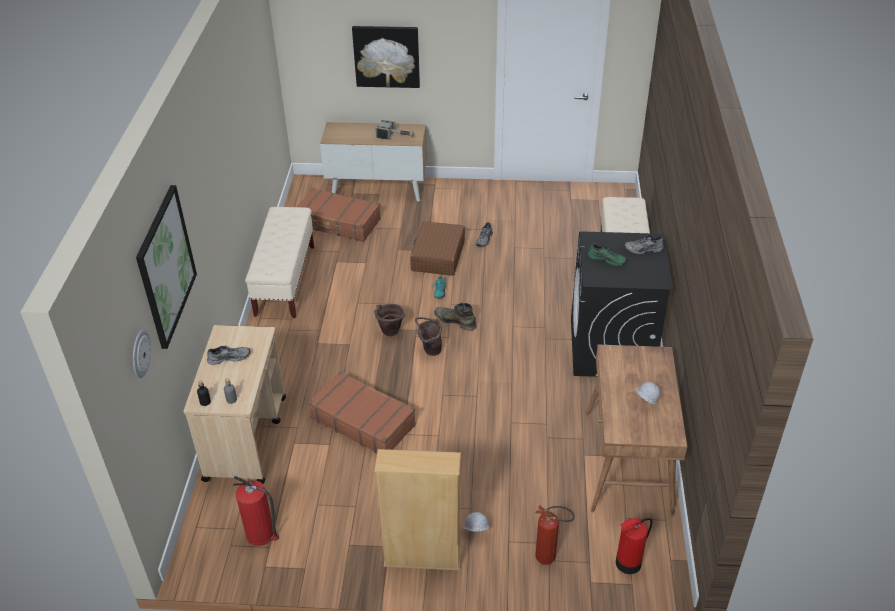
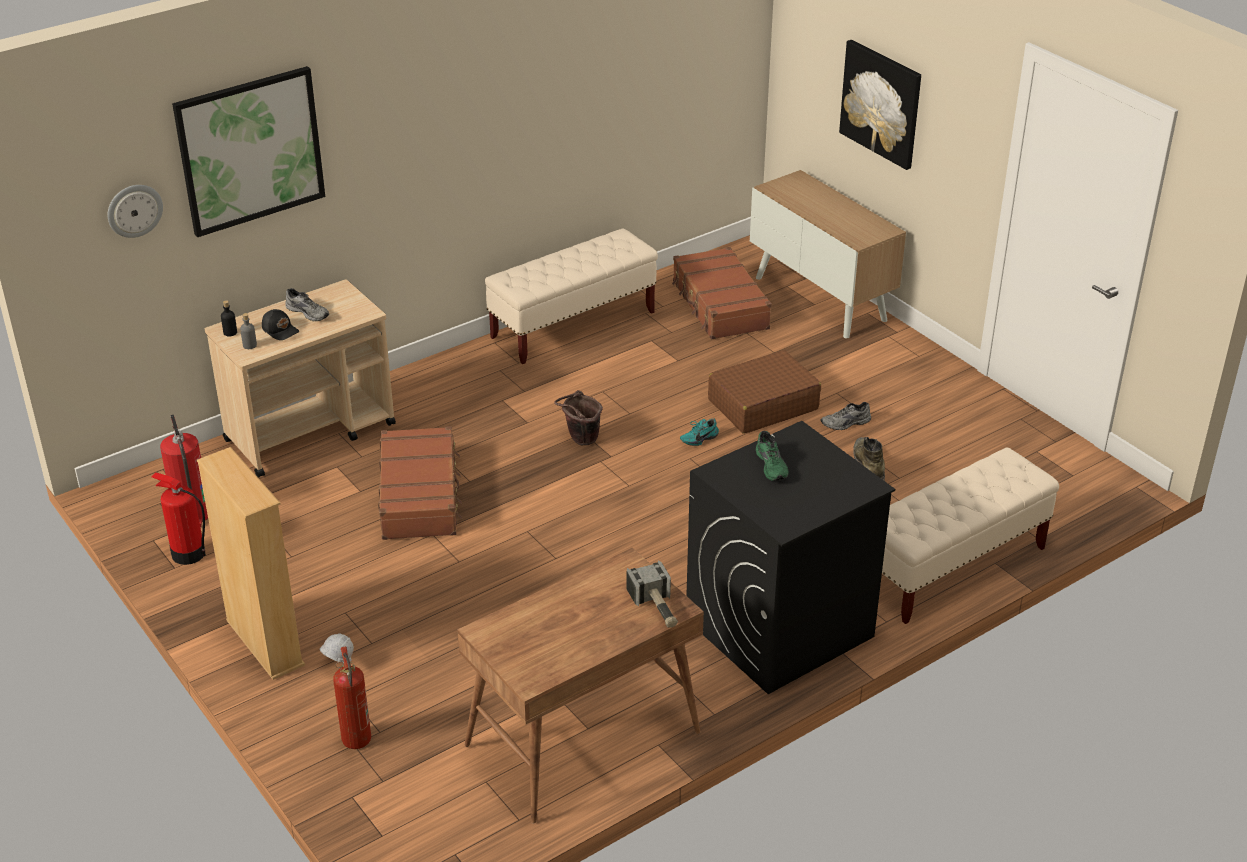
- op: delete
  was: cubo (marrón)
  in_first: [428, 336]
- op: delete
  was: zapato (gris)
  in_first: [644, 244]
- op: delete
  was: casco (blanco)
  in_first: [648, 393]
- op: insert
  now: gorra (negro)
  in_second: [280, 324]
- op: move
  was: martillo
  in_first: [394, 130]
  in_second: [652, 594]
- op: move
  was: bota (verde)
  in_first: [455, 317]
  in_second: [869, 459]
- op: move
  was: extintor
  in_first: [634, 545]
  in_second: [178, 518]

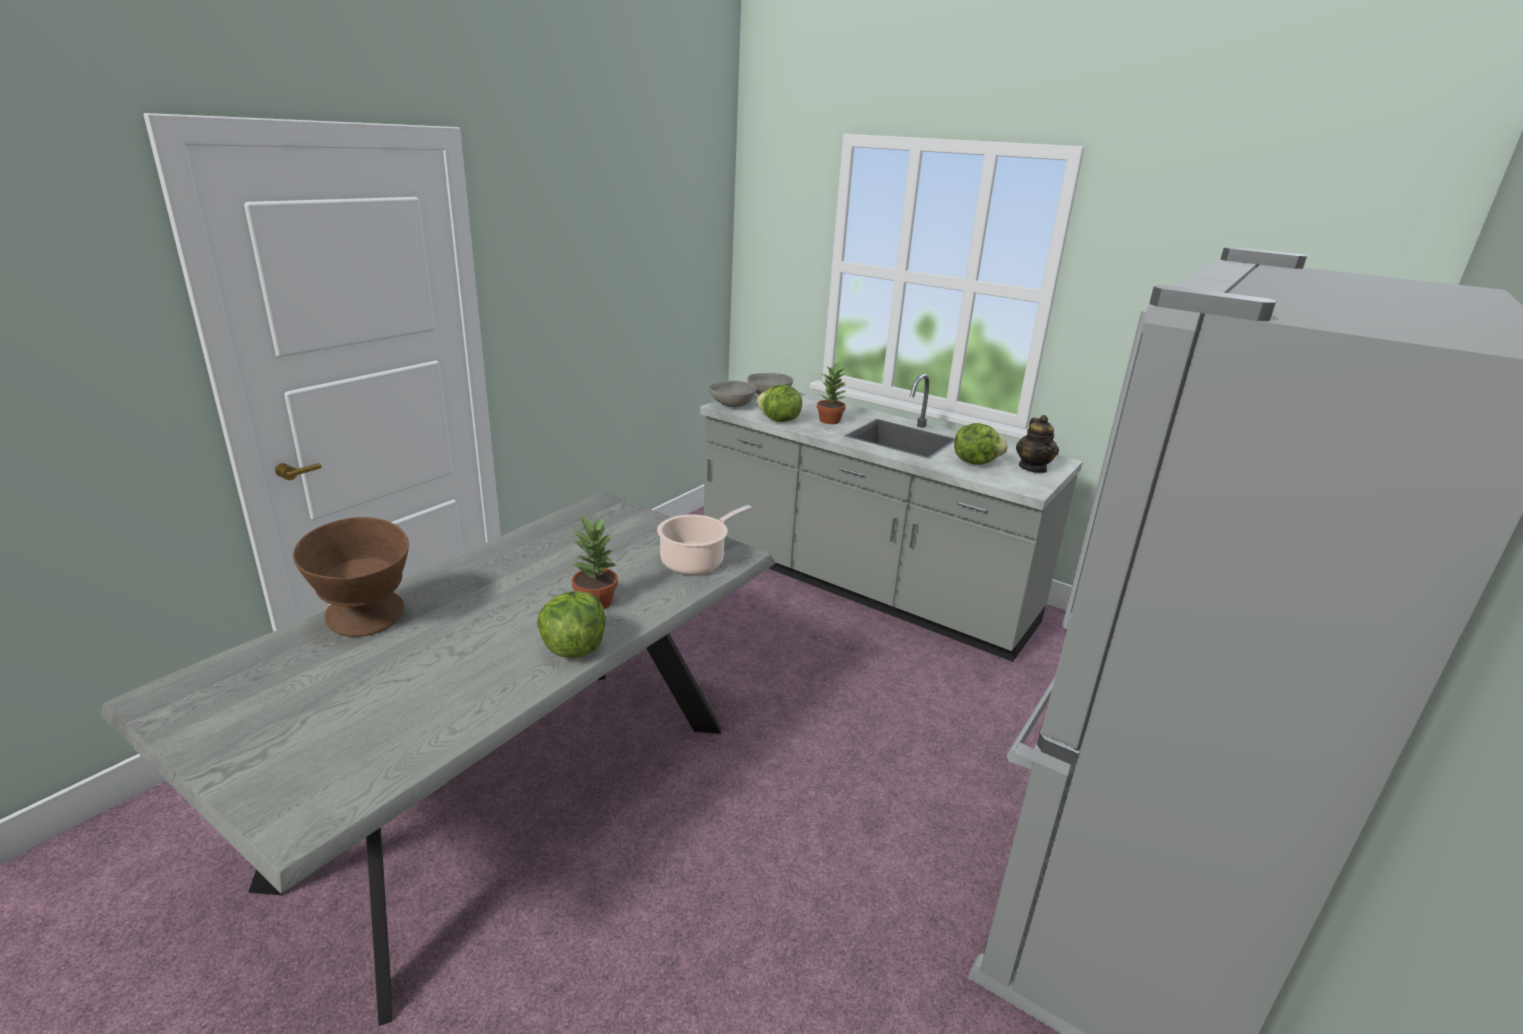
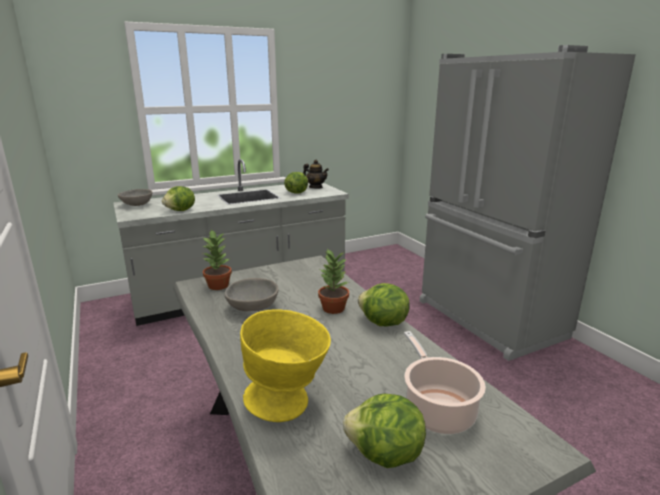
- op: insert
  now: lechuga
  in_second: [384, 431]
- op: move
  was: olla
  in_first: [704, 539]
  in_second: [445, 382]
- op: move
  was: cuenco (gris)
  in_first: [733, 394]
  in_second: [252, 294]
- op: move
  was: planta en maceta
  in_first: [831, 392]
  in_second: [217, 259]
- op: recolor
  was: cuenco (marrón)
  now: cuenco (amarillo)
  in_first: [351, 577]
  in_second: [285, 365]

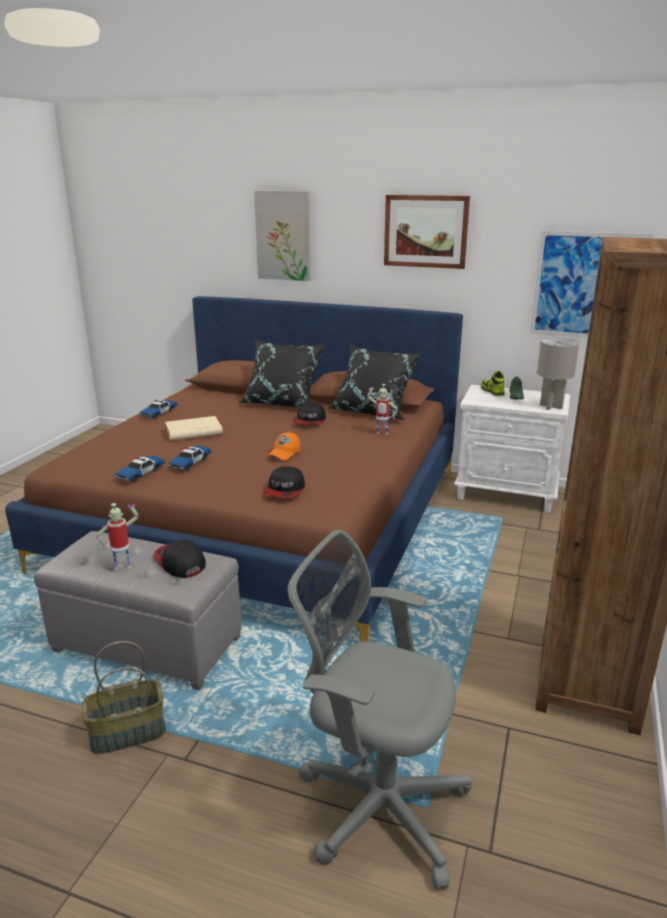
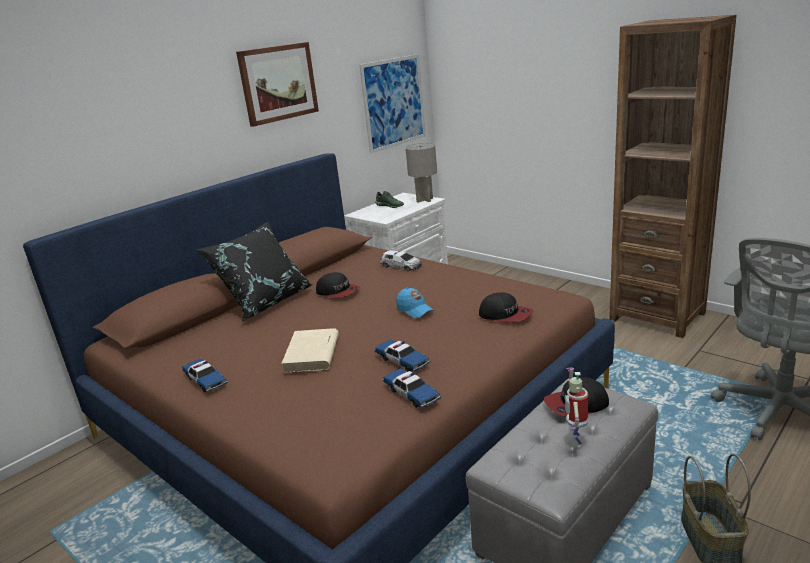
- op: delete
  was: cuadro
  in_first: [282, 236]
- op: delete
  was: cojín (negro)
  in_first: [375, 382]
- op: delete
  was: zapato
  in_first: [493, 383]
- op: replace
  was: robot de juguete
  now: coche de juguete
  in_first: [382, 409]
  in_second: [401, 260]
- op: recolor
  was: gorra (naranja)
  now: gorra (azul)
  in_first: [283, 446]
  in_second: [415, 303]

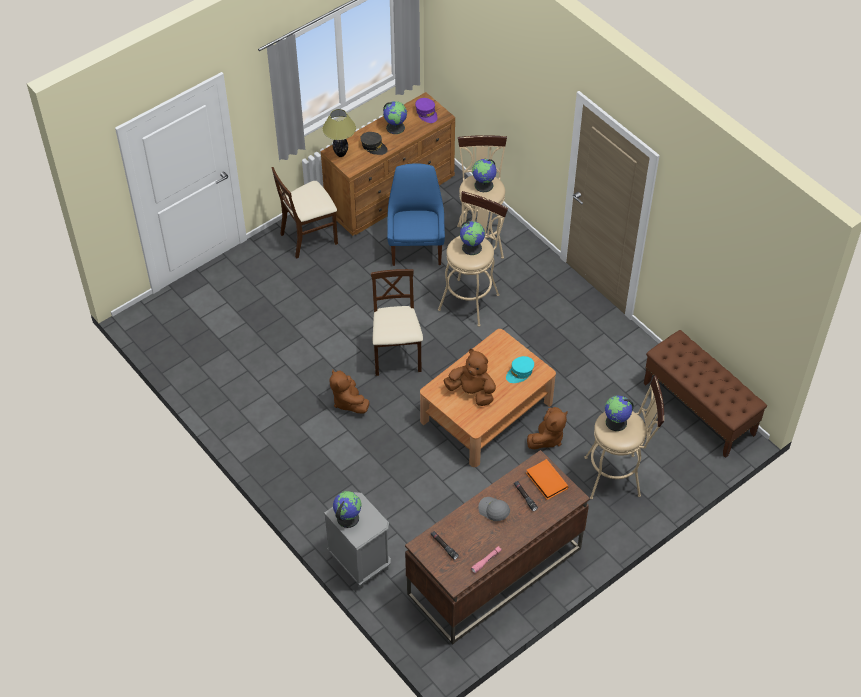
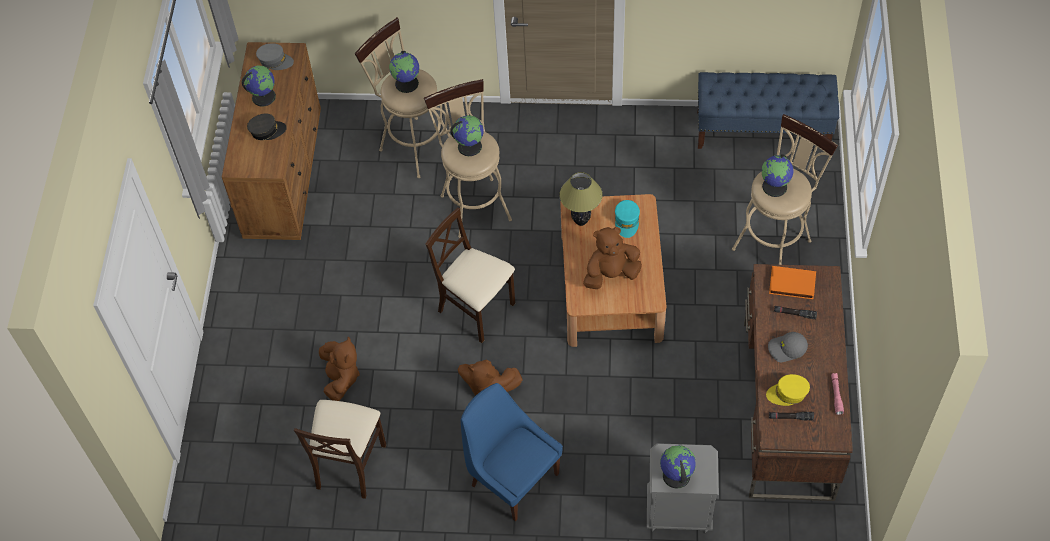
- op: insert
  now: gorra (amarillo)
  in_second: [788, 390]
- op: move
  was: silla (beis)
  in_first: [304, 213]
  in_second: [340, 449]
- op: move
  was: lámpara de mesa
  in_first: [339, 133]
  in_second: [581, 199]
- op: move
  was: silla (azul)
  in_first: [416, 214]
  in_second: [512, 452]
- op: move
  was: peluche (marrón)
  in_first: [547, 428]
  in_second: [339, 368]
- op: recolor
  was: gorra (morado)
  now: gorra (gris)
  in_first: [426, 110]
  in_second: [275, 56]
- op: recolor
  was: banco (marrón)
  now: banco (azul)
  in_first: [705, 394]
  in_second: [768, 110]

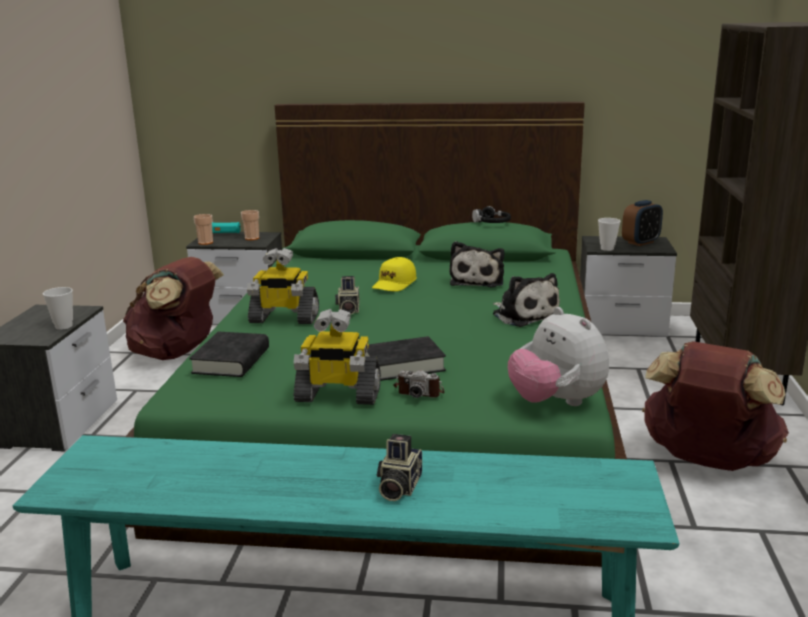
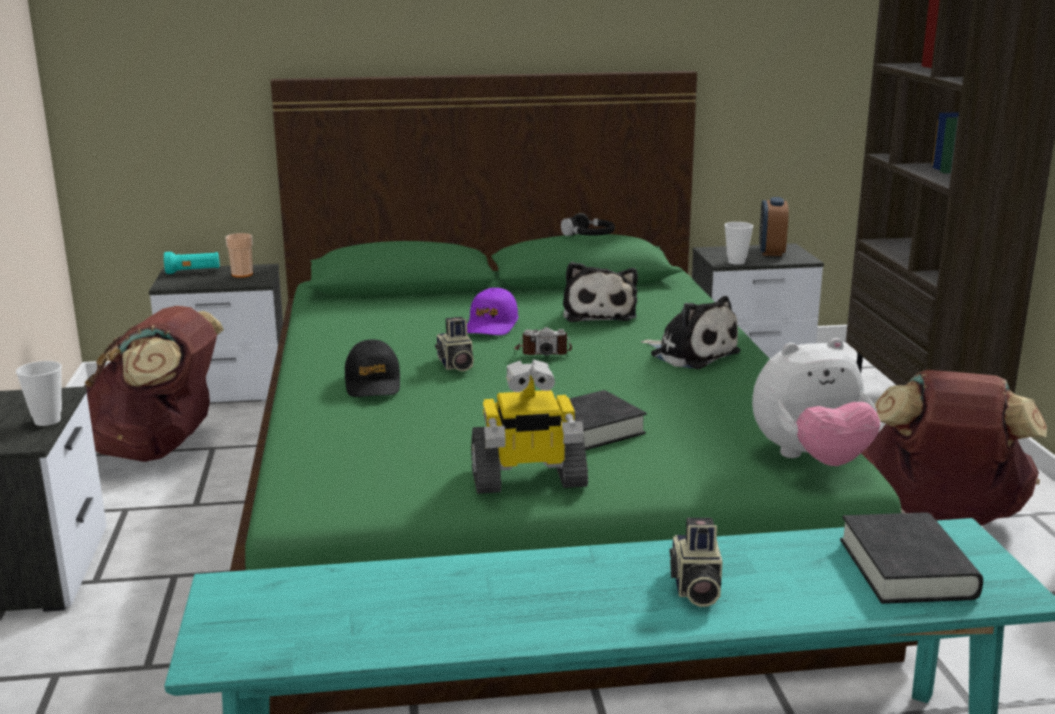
- op: delete
  was: taza
  in_first: [203, 229]
- op: move
  was: libro (negro)
  in_first: [229, 354]
  in_second: [911, 558]
- op: move
  was: cámara
  in_first: [418, 384]
  in_second: [543, 341]
- op: replace
  was: robot de juguete
  now: gorra (negro)
  in_first: [283, 286]
  in_second: [372, 368]
- op: recolor
  was: gorra (amarillo)
  now: gorra (morado)
  in_first: [394, 274]
  in_second: [492, 311]
- op: rotate
  was: peluche
  in_first: [558, 356]
  in_second: [816, 402]
  clockwise: -60
- op: rotate
  was: despertador
  in_first: [642, 223]
  in_second: [774, 226]
  clockwise: 150

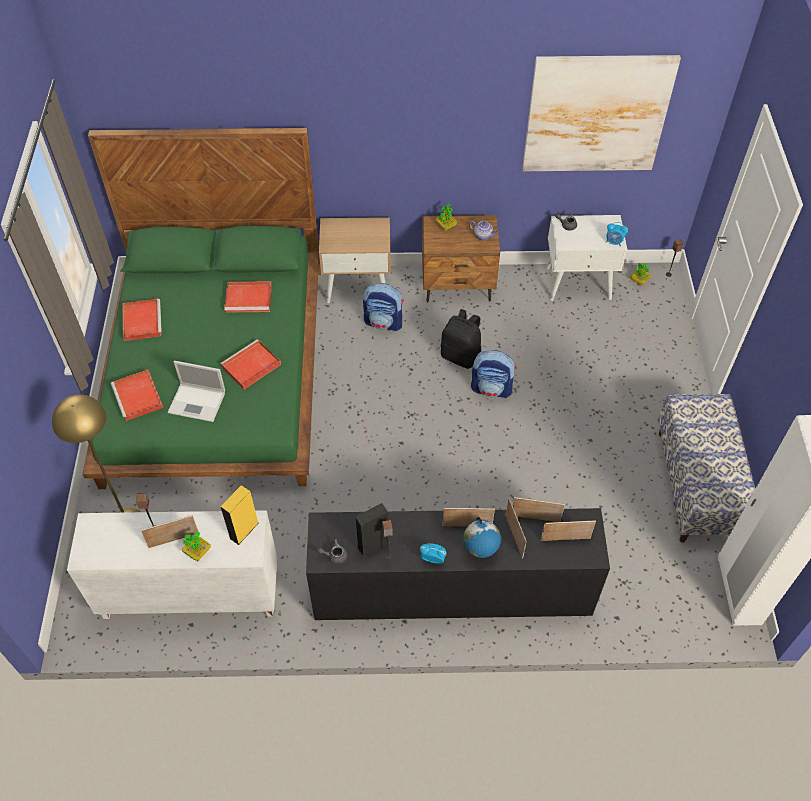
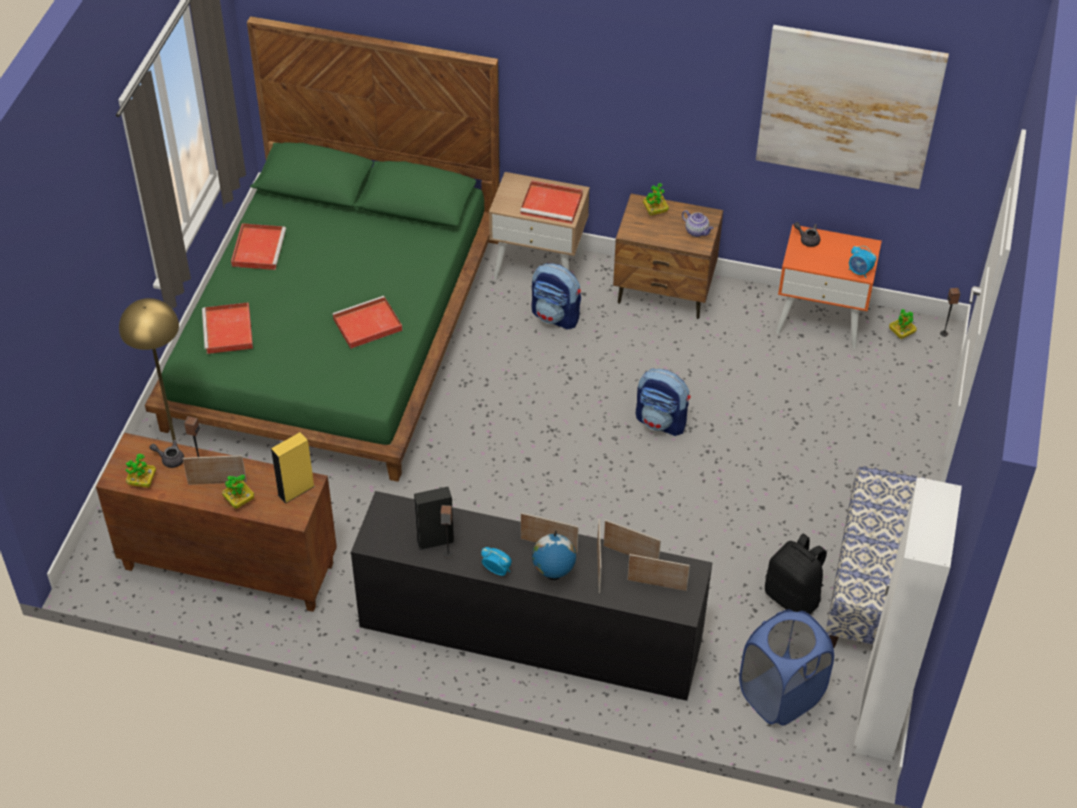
- op: delete
  was: portátil
  in_first: [196, 391]
- op: insert
  now: planta en maceta
  in_second: [141, 471]
- op: insert
  now: cesto de la ropa (azul)
  in_second: [786, 667]
- op: move
  was: bandeja (rojo)
  in_first: [248, 297]
  in_second: [551, 202]
- op: move
  was: tetera (gris)
  in_first: [332, 552]
  in_second: [167, 454]
- op: move
  was: mochila (negro)
  in_first: [461, 339]
  in_second: [796, 574]
- op: recolor
  was: armario (blanco)
  now: armario (marrón)
  in_first: [172, 564]
  in_second: [216, 522]
- op: recolor
  was: mesita de noche (blanco)
  now: mesita de noche (naranja)
  in_first: [586, 258]
  in_second: [829, 287]

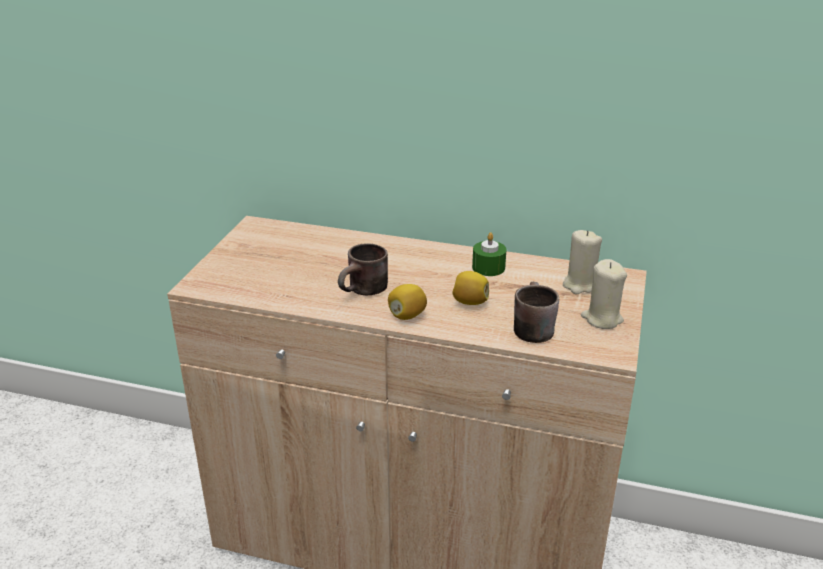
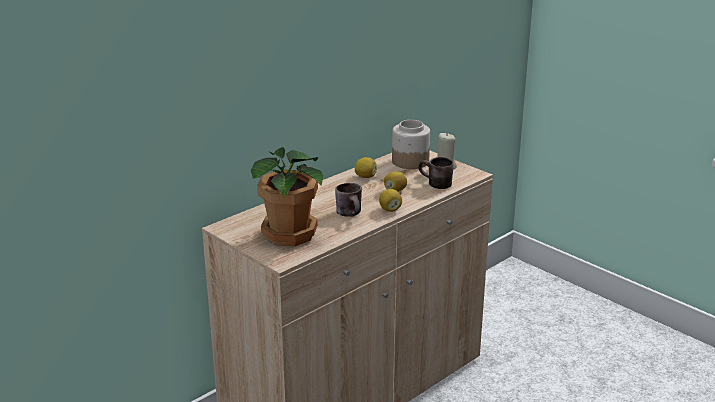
- op: insert
  now: planta en maceta
  in_second: [287, 196]
- op: replace
  was: vela (verde)
  now: limón
  in_first: [489, 254]
  in_second: [366, 167]
- op: replace
  was: vela (beis)
  now: tarro
  in_first: [582, 262]
  in_second: [411, 144]

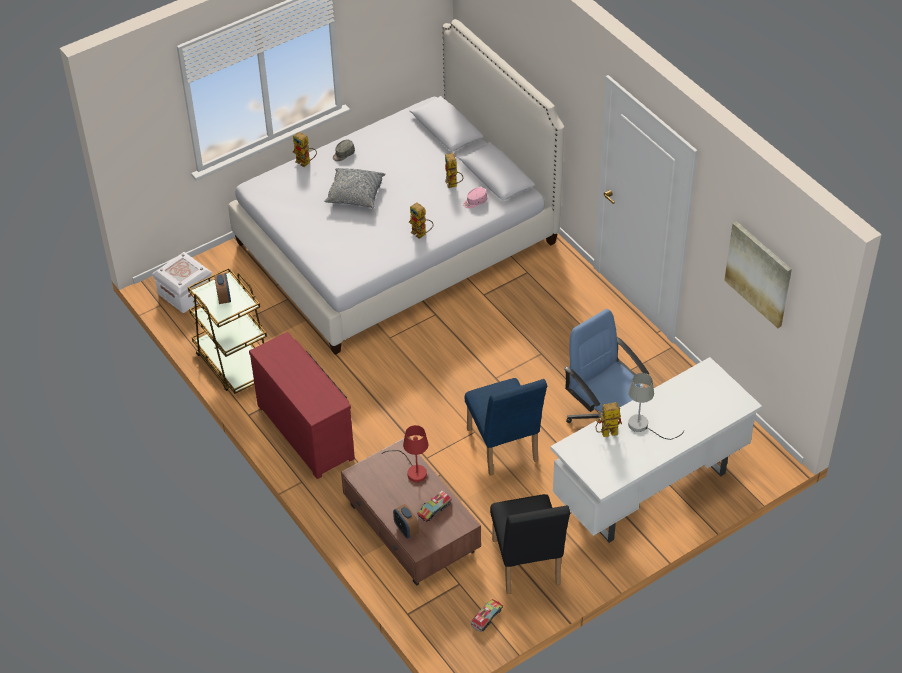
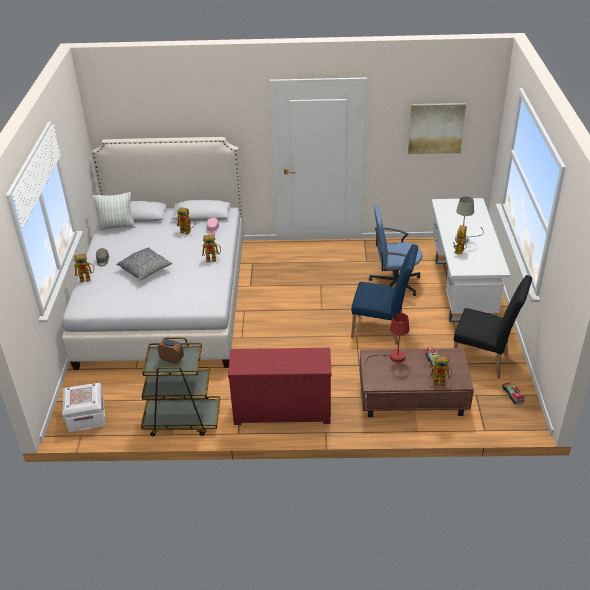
- op: insert
  now: cojín
  in_second: [114, 211]
- op: replace
  was: despertador
  now: robot de juguete
  in_first: [406, 521]
  in_second: [441, 371]

